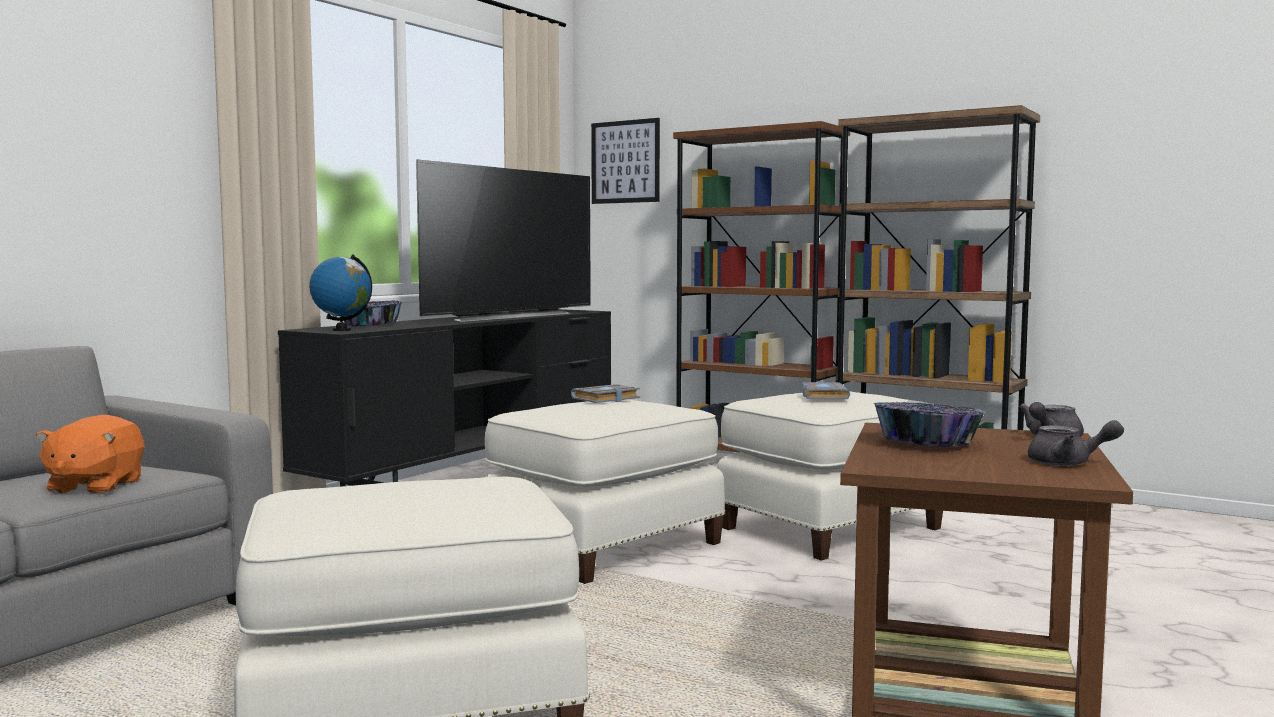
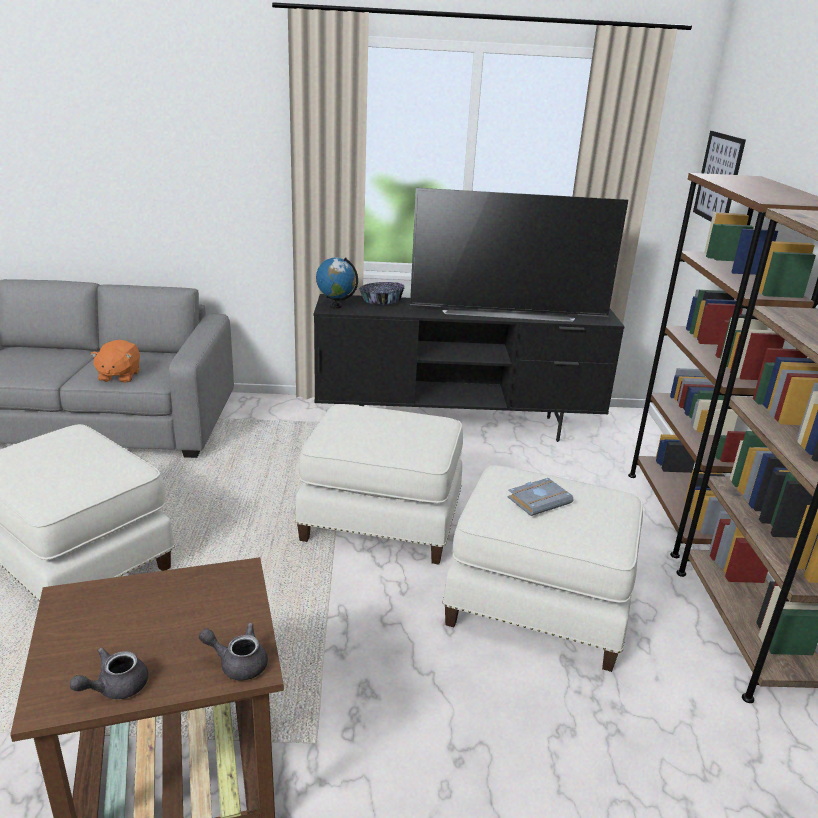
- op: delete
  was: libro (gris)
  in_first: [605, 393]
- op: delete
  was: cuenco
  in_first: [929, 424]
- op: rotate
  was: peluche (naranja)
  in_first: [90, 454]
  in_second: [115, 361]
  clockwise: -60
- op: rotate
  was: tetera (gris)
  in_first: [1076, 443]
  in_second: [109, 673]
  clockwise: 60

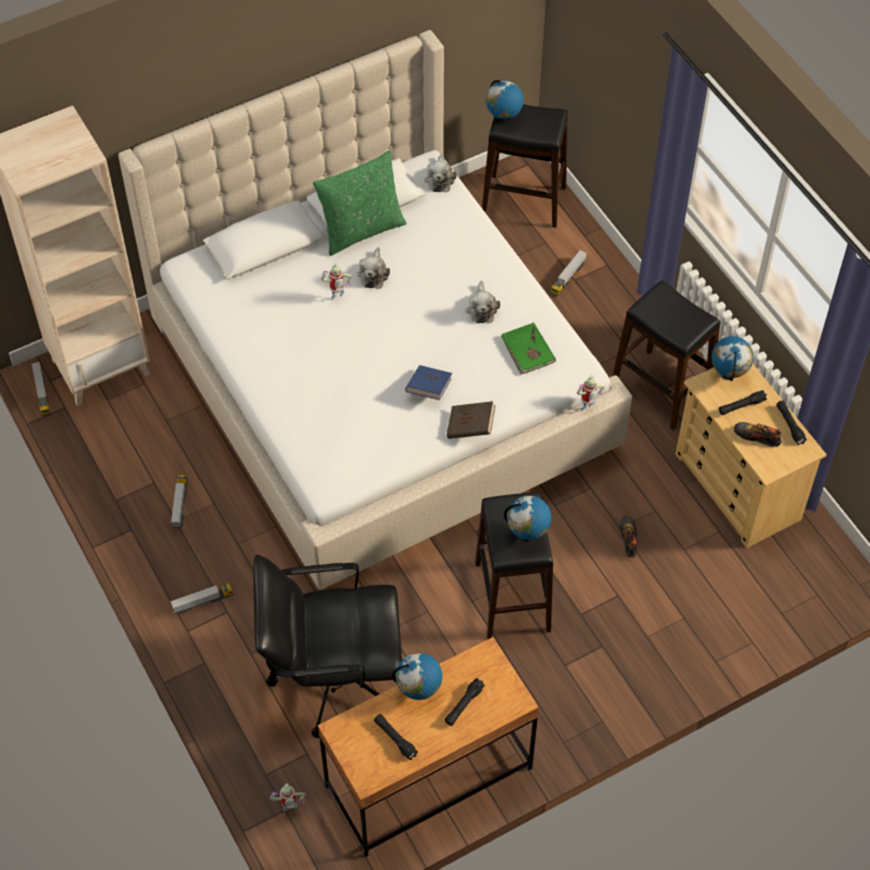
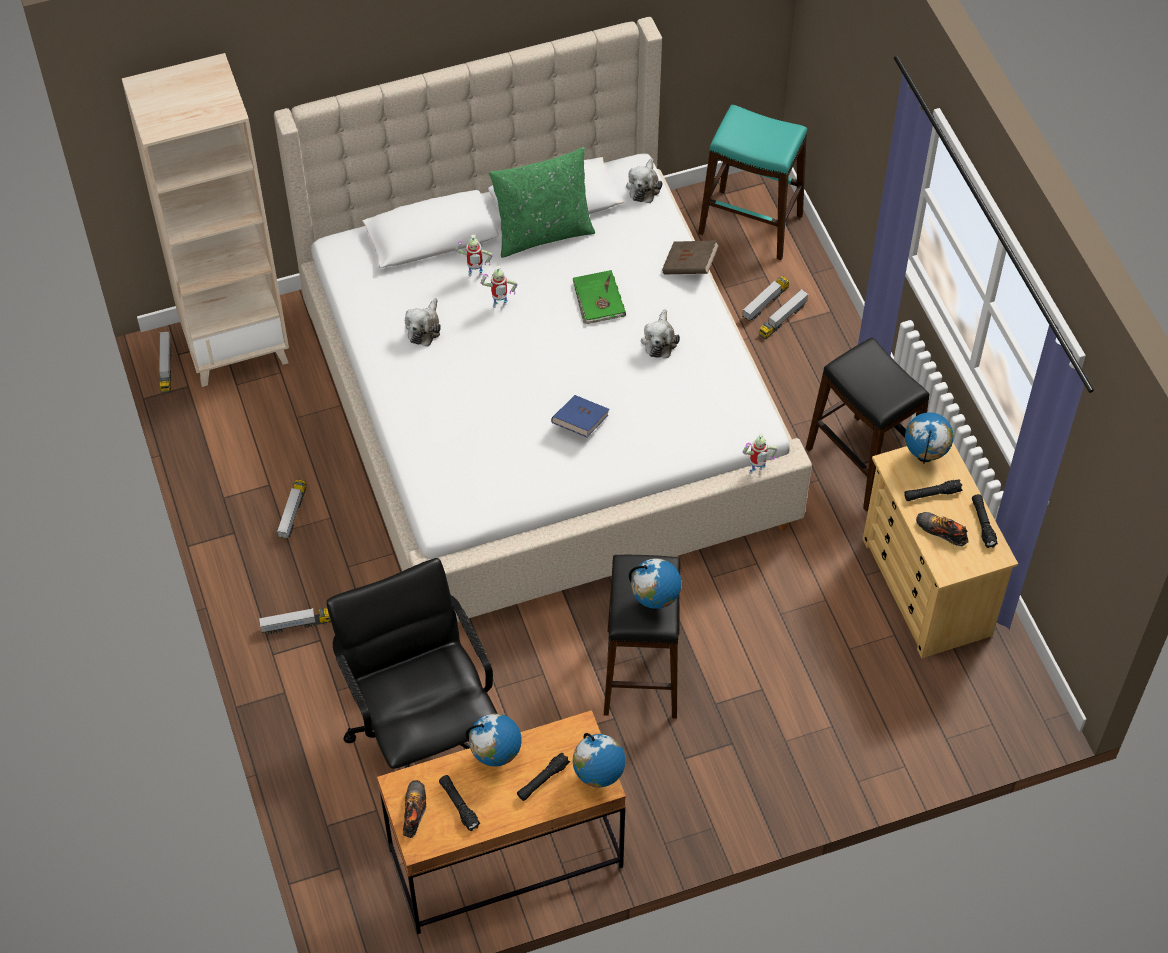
- op: insert
  now: camión de juguete
  in_second: [766, 298]
- op: move
  was: robot de juguete
  in_first: [288, 797]
  in_second: [474, 255]
- op: move
  was: peluche
  in_first: [373, 268]
  in_second: [423, 322]
- op: move
  was: libro (marrón)
  in_first: [471, 420]
  in_second: [690, 257]
- op: move
  was: globo terráqueo
  in_first: [505, 102]
  in_second: [599, 760]
- op: move
  was: libro (verde)
  in_first: [528, 348]
  in_second: [599, 297]
- op: move
  was: zapato
  in_first: [629, 537]
  in_second: [415, 809]
- op: recolor
  was: taburete (negro)
  now: taburete (turquesa)
  in_first: [525, 166]
  in_second: [752, 182]
- op: rotate
  was: silla de oficina (negro)
  in_first: [327, 646]
  in_second: [412, 663]
  clockwise: 60

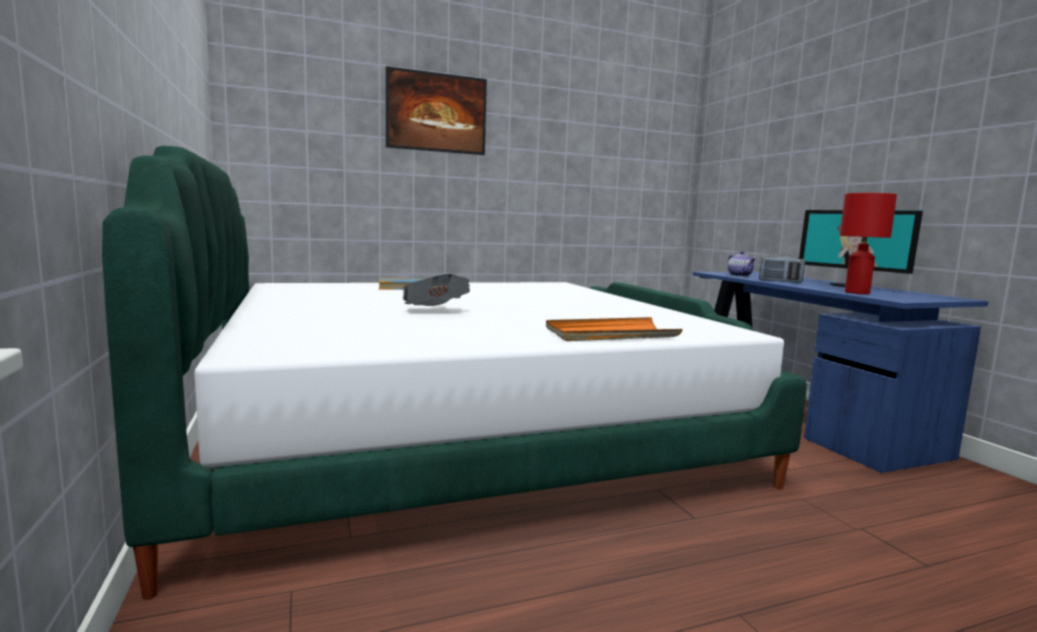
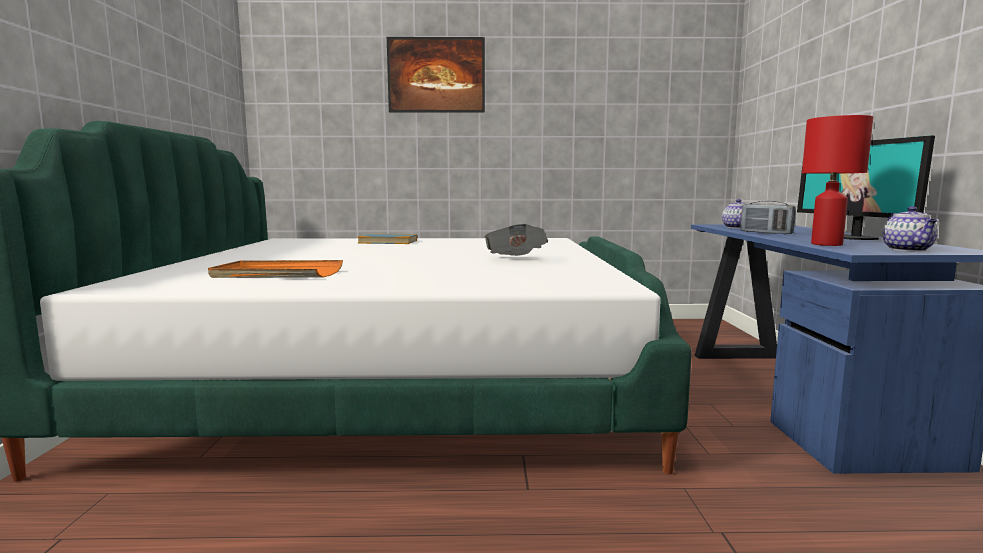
- op: insert
  now: tetera
  in_second: [910, 229]
- op: move
  was: periódico
  in_first: [436, 290]
  in_second: [516, 240]
- op: move
  was: bandeja (naranja)
  in_first: [614, 329]
  in_second: [275, 269]

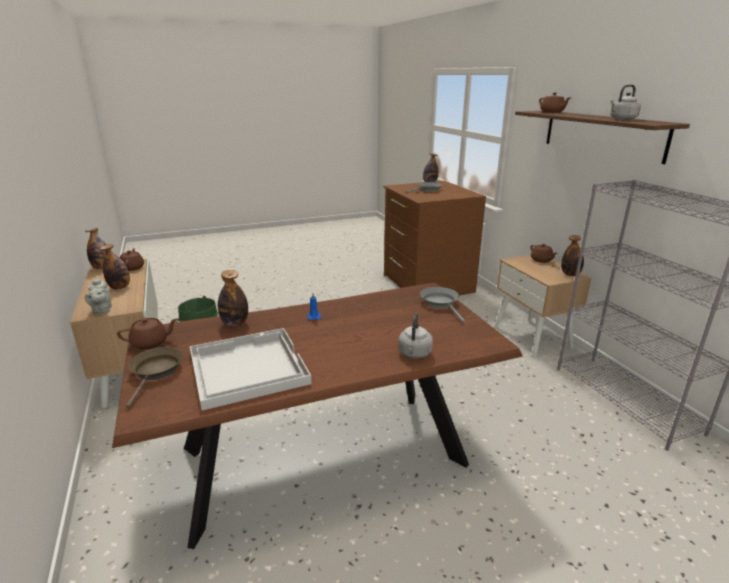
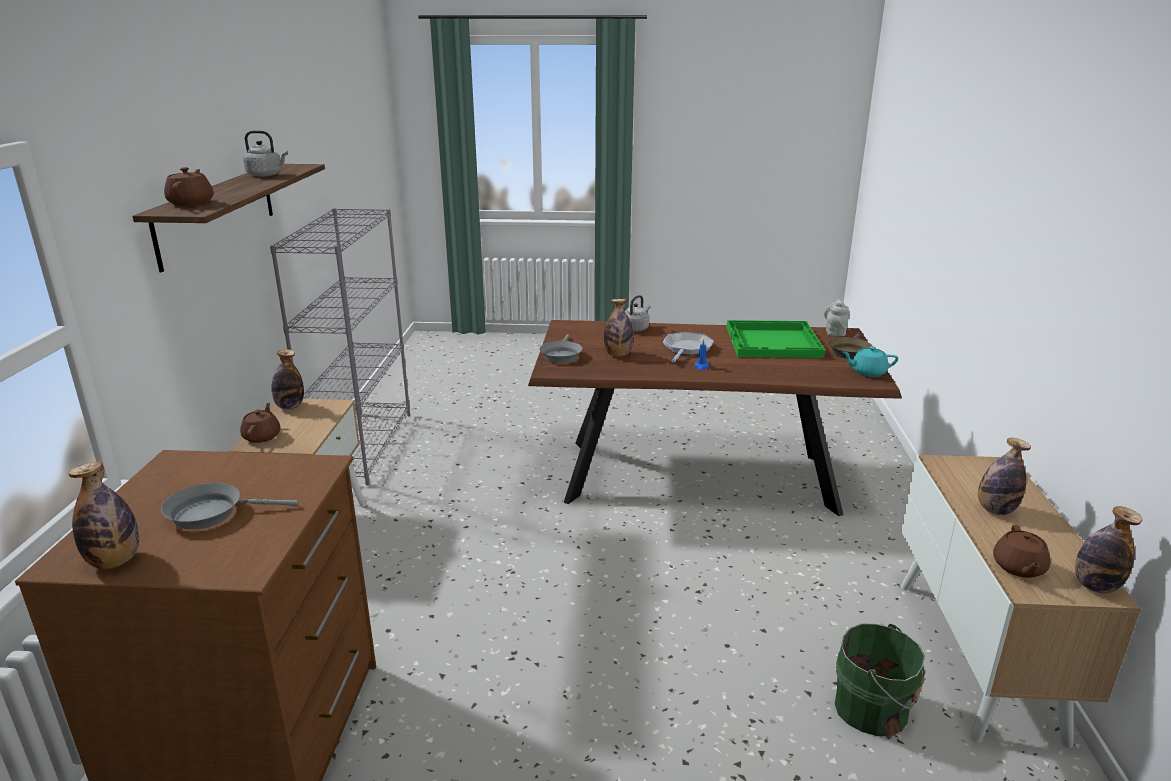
- op: insert
  now: sartén
  in_second: [688, 347]
- op: move
  was: tetera (gris)
  in_first: [98, 295]
  in_second: [836, 317]
- op: move
  was: botella
  in_first: [233, 298]
  in_second: [618, 328]
- op: recolor
  was: tetera (marrón)
  now: tetera (turquesa)
  in_first: [147, 333]
  in_second: [870, 361]
- op: recolor
  was: bandeja (blanco)
  now: bandeja (verde)
  in_first: [251, 369]
  in_second: [775, 339]

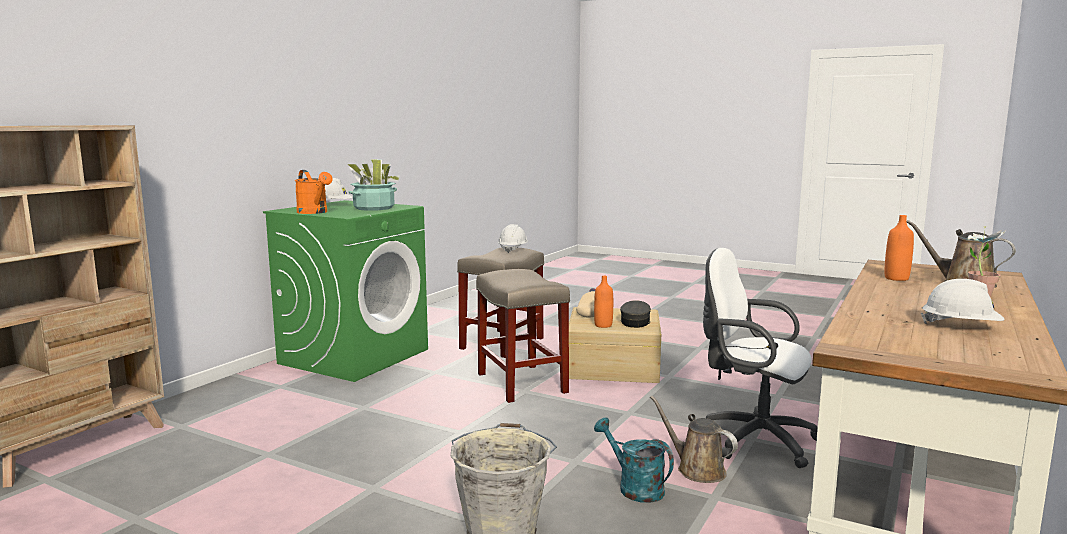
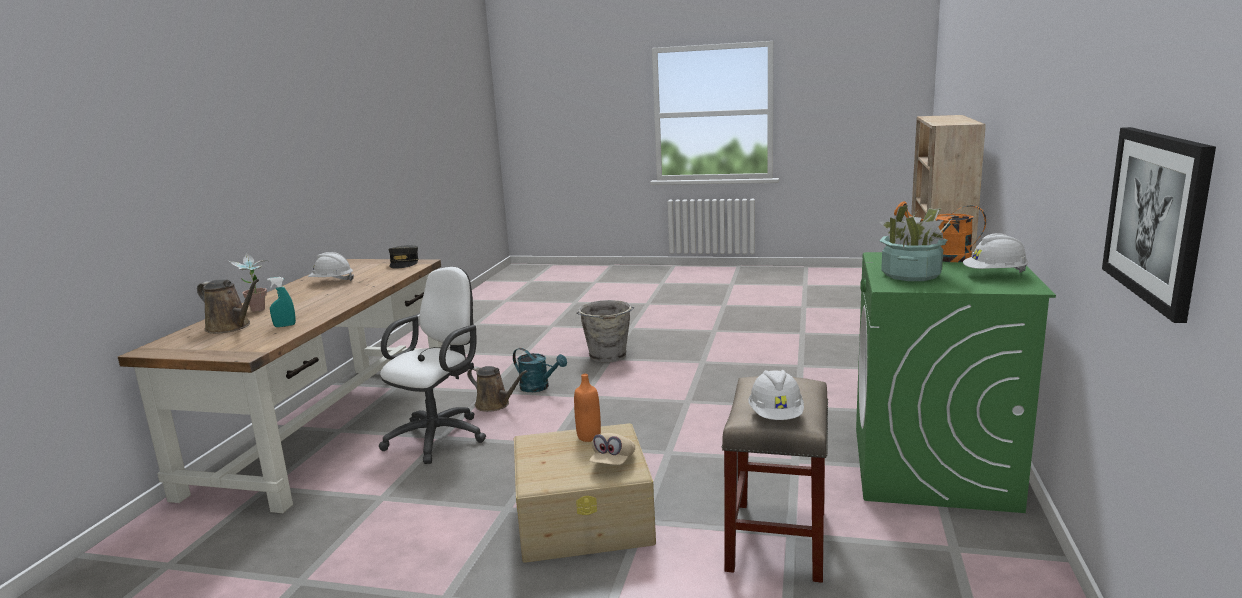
- op: delete
  was: taburete (beis)
  in_first: [523, 336]
- op: insert
  now: cuadro
  in_second: [1159, 225]
- op: move
  was: gorra (gris)
  in_first: [635, 314]
  in_second: [403, 257]
- op: replace
  was: botella (naranja)
  now: pulverizador (turquesa)
  in_first: [899, 248]
  in_second: [281, 302]
- op: rotate
  was: silla de oficina (blanco)
  in_first: [760, 358]
  in_second: [432, 365]
  clockwise: -75

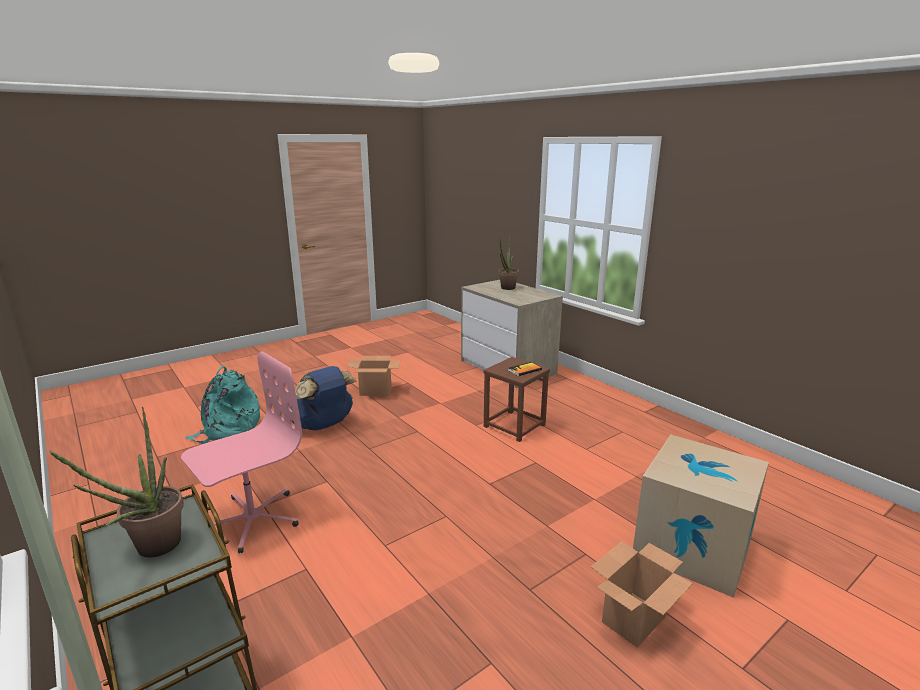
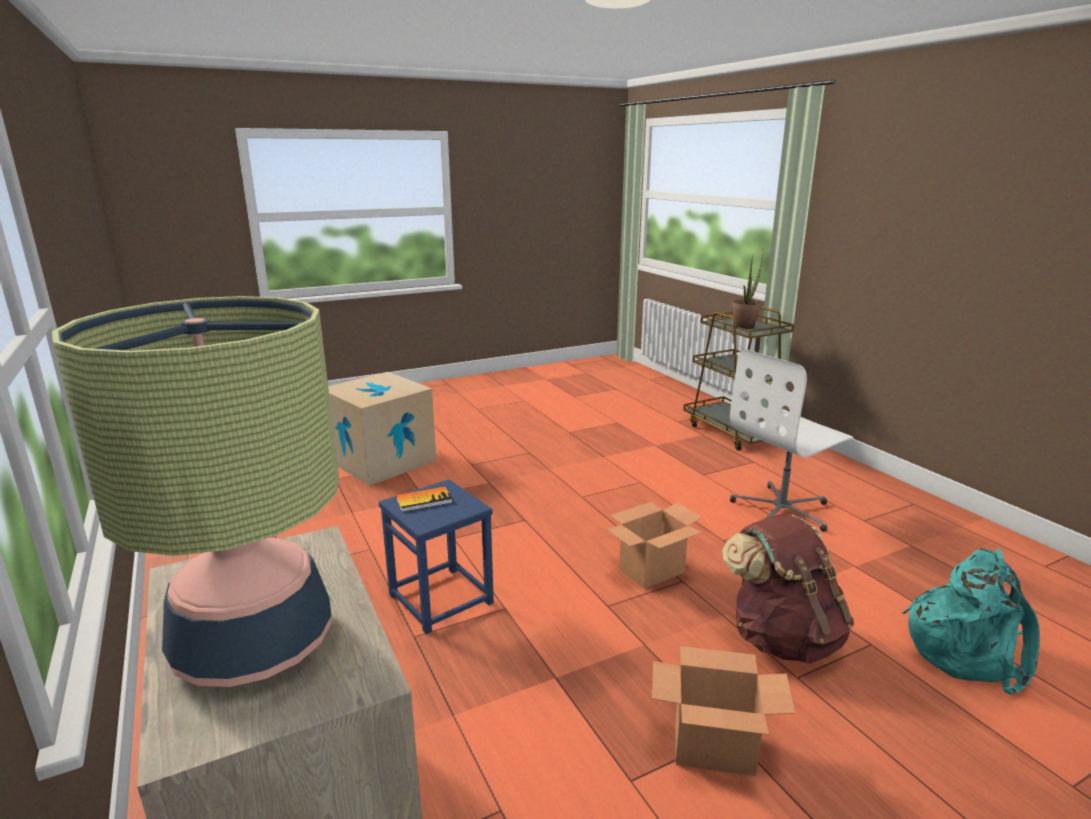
- op: move
  was: caja de cartón
  in_first: [642, 594]
  in_second: [654, 545]
- op: replace
  was: planta en maceta
  now: lámpara de mesa
  in_first: [508, 262]
  in_second: [195, 491]
- op: recolor
  was: silla de oficina (rosa)
  now: silla de oficina (blanco)
  in_first: [241, 452]
  in_second: [792, 440]
- op: recolor
  was: mochila (azul)
  now: mochila (marrón)
  in_first: [323, 398]
  in_second: [788, 589]
- op: recolor
  was: taburete (marrón)
  now: taburete (azul)
  in_first: [516, 399]
  in_second: [436, 556]

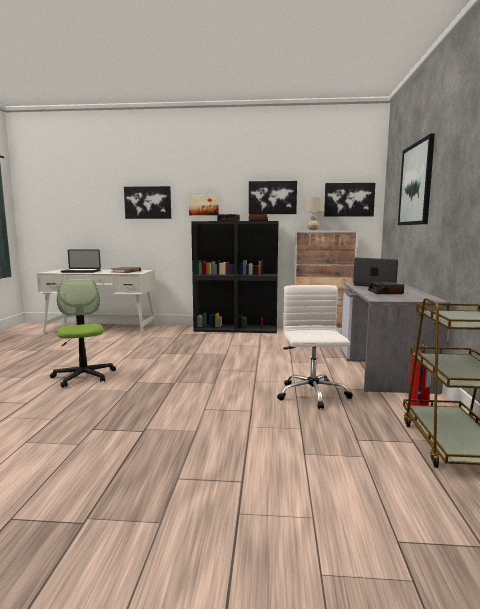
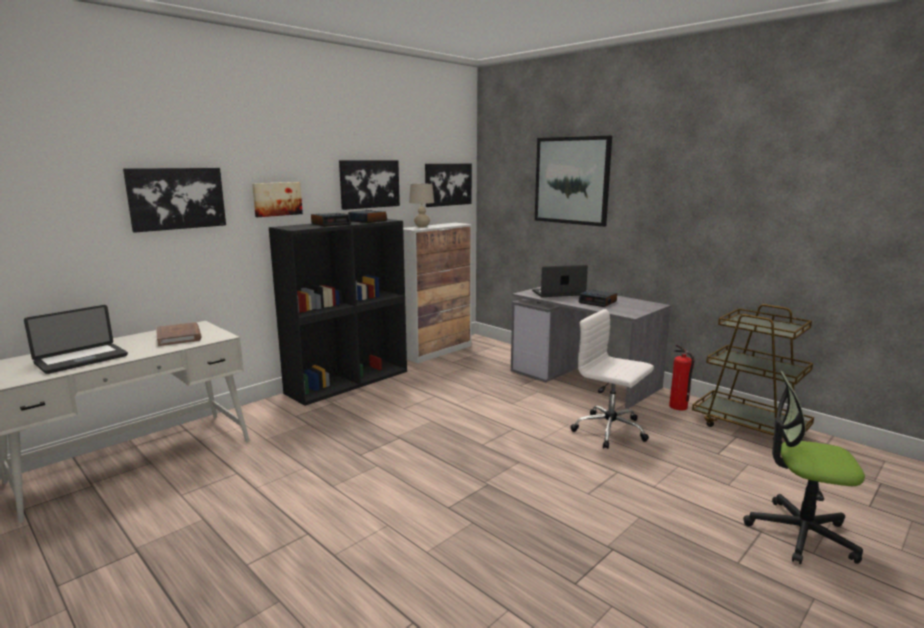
- op: move
  was: silla de oficina
  in_first: [83, 333]
  in_second: [804, 467]

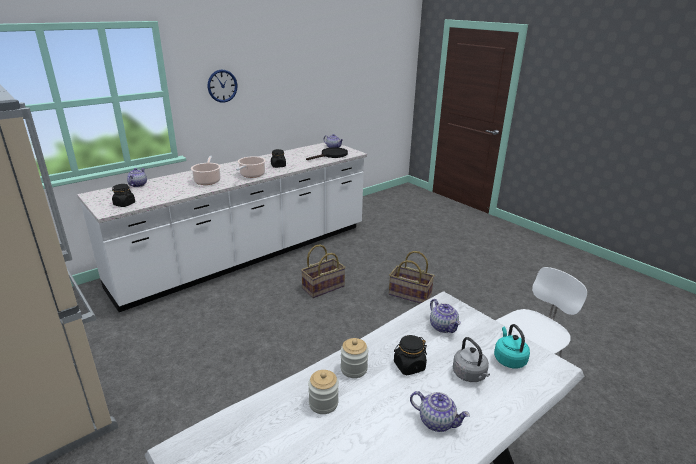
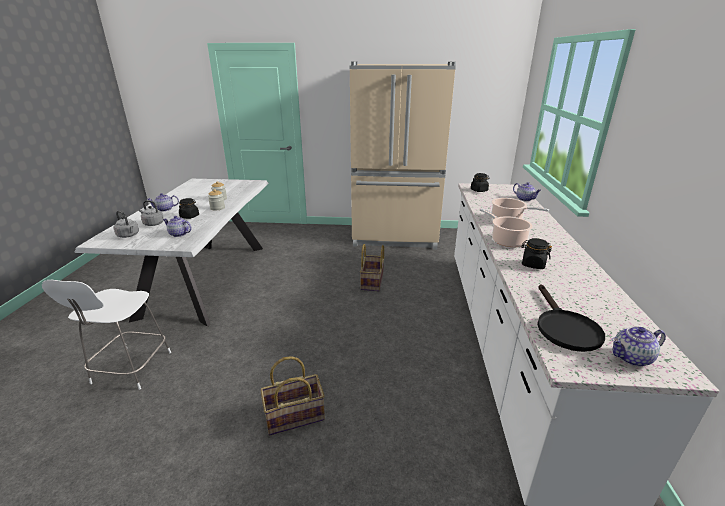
- op: delete
  was: reloj de pared
  in_first: [223, 86]
- op: move
  was: cesta
  in_first: [323, 271]
  in_second: [372, 267]
- op: recolor
  was: hervidor (turquesa)
  now: hervidor (gris)
  in_first: [512, 346]
  in_second: [126, 224]

